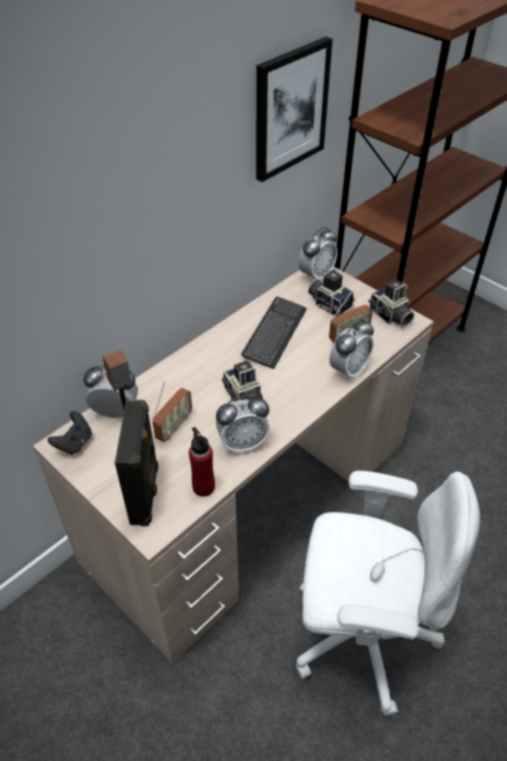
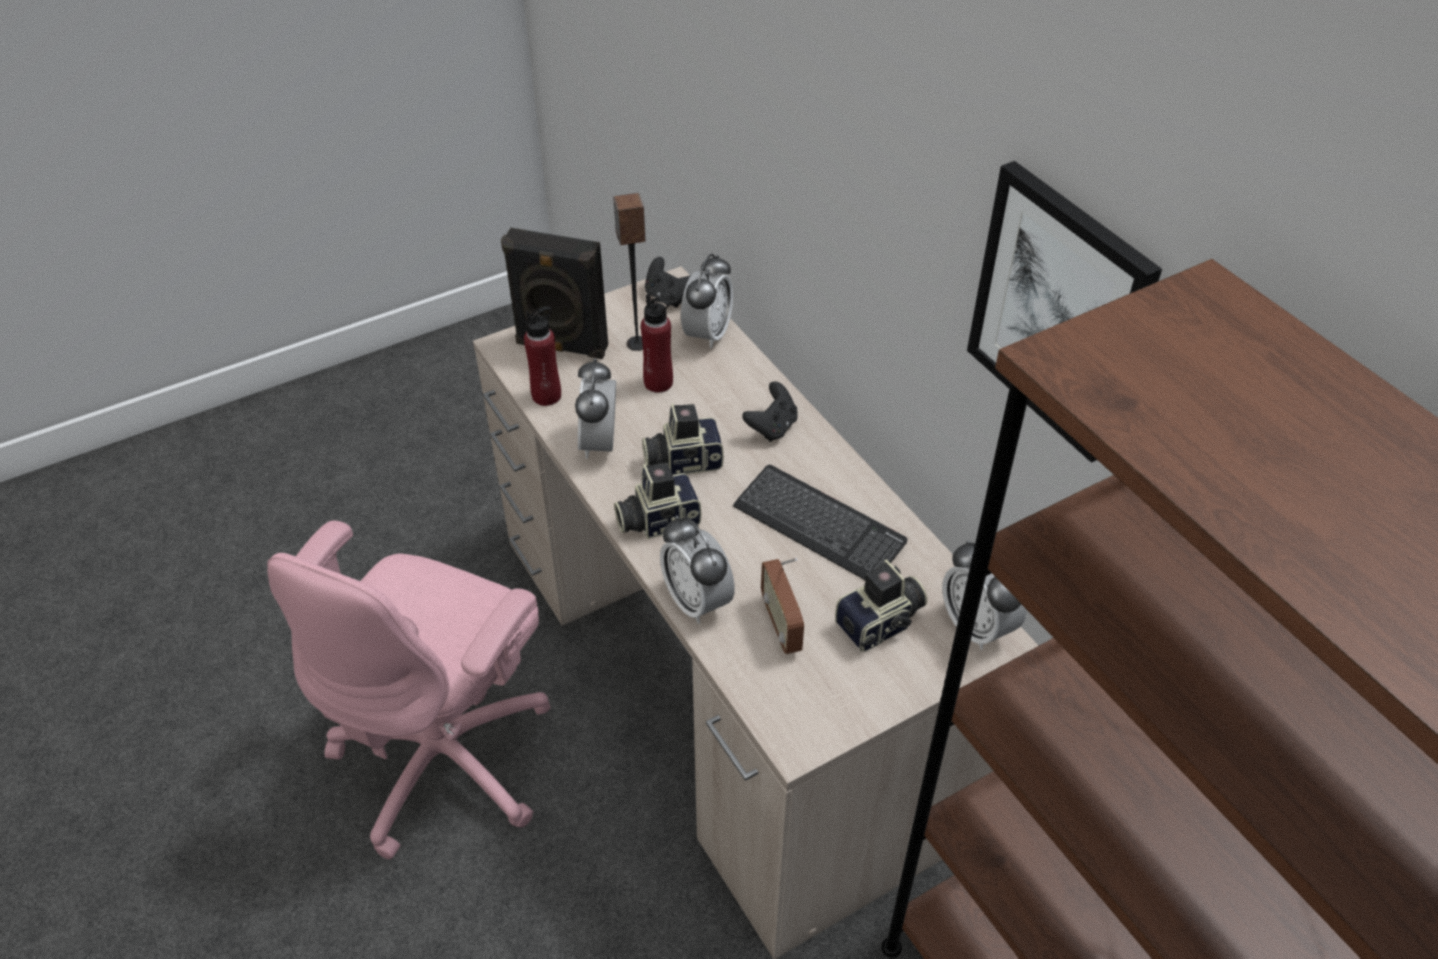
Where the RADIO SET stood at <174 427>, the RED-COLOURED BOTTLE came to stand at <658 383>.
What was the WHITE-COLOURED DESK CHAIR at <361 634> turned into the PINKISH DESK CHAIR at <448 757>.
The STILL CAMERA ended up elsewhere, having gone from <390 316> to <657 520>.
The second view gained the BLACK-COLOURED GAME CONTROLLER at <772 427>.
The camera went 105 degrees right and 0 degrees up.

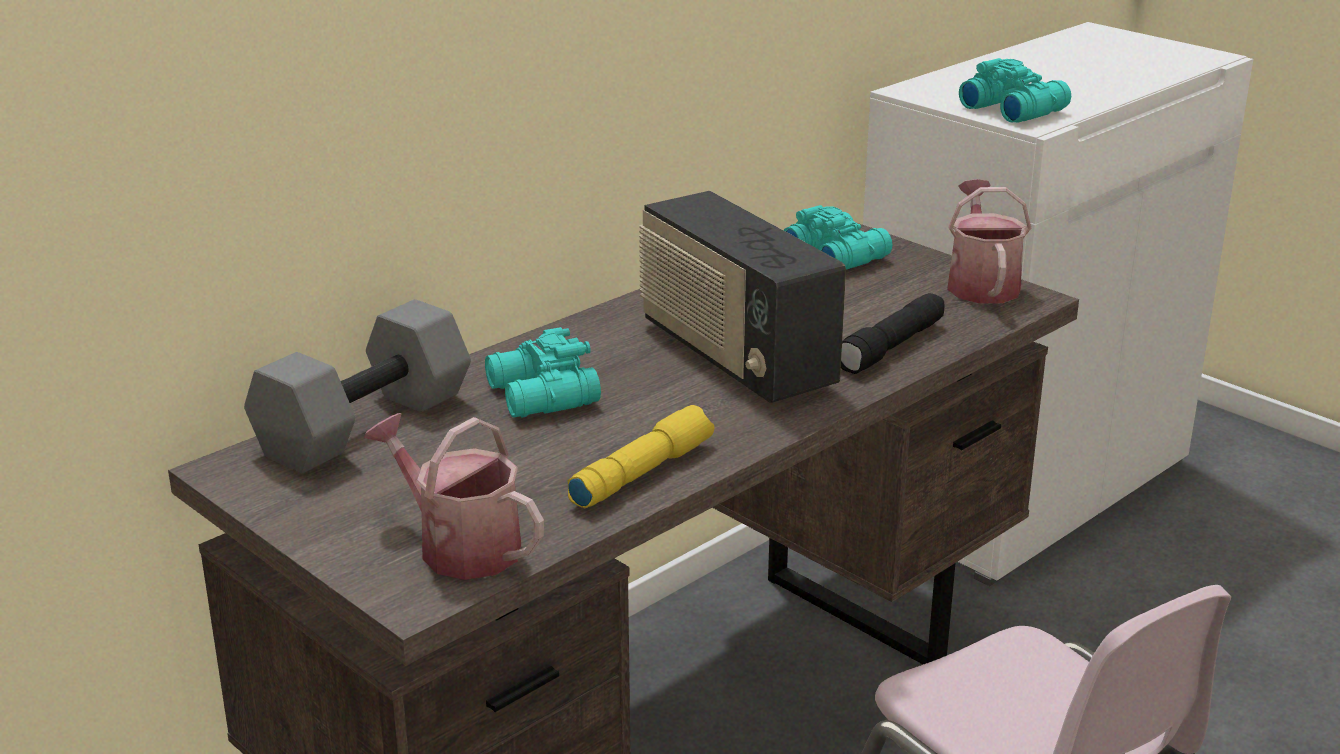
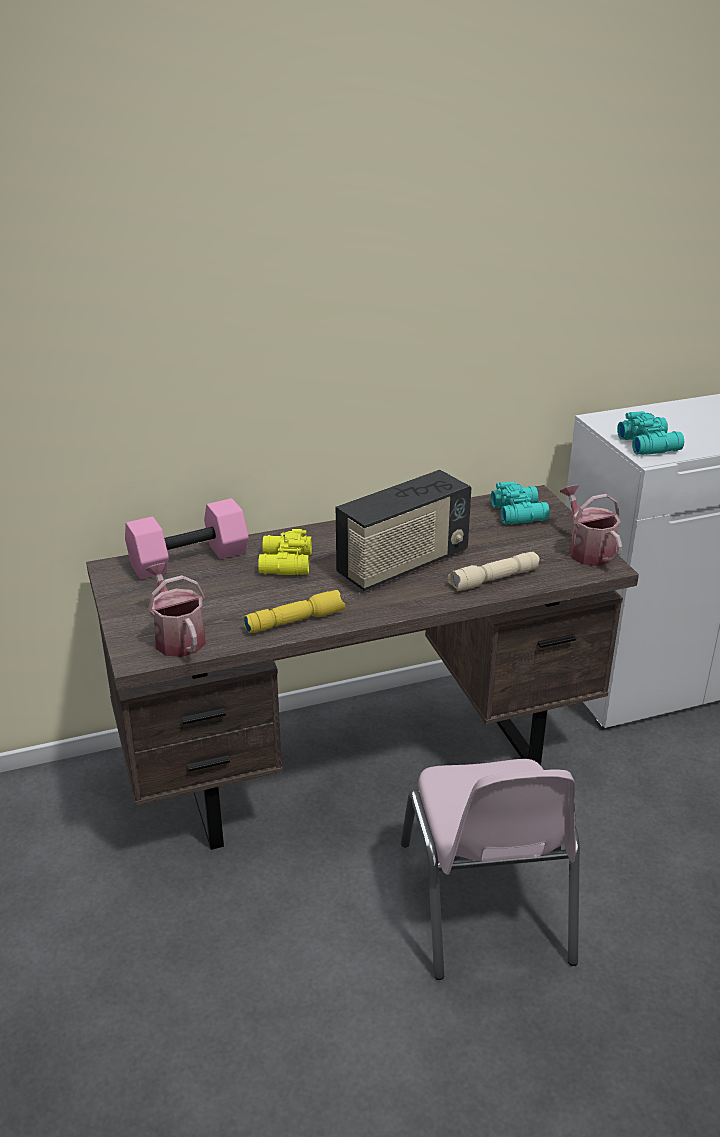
What was the GRAY FREE WEIGHT at <364 423> turned into the PINKISH FREE WEIGHT at <189 558>.
What was the TURQUOISE-COLOURED BINOCULARS at <540 396> turned into the YELLOW BINOCULARS at <284 564>.
The RADIO SET at <734 357> ended up facing another way, 120 degrees counterclockwise from before.
What was the BLACK-COLOURED FLASHLIGHT at <890 348> turned into the BEIGE-COLOURED FLASHLIGHT at <493 580>.
The SPRINKLING CAN at <981 283> ended up facing another way, 45 degrees counterclockwise from before.
The camera went 25 degrees right and 5 degrees up.

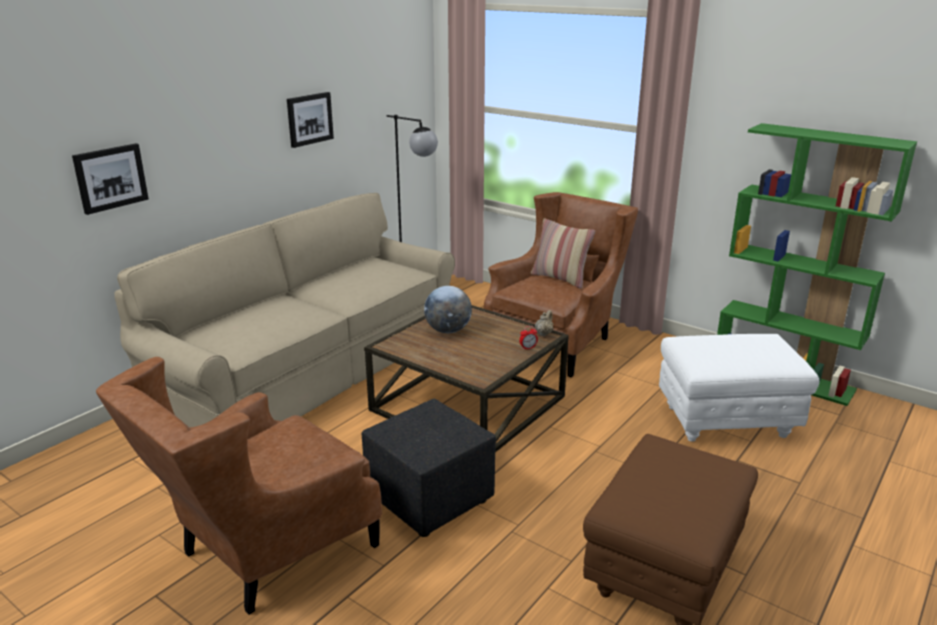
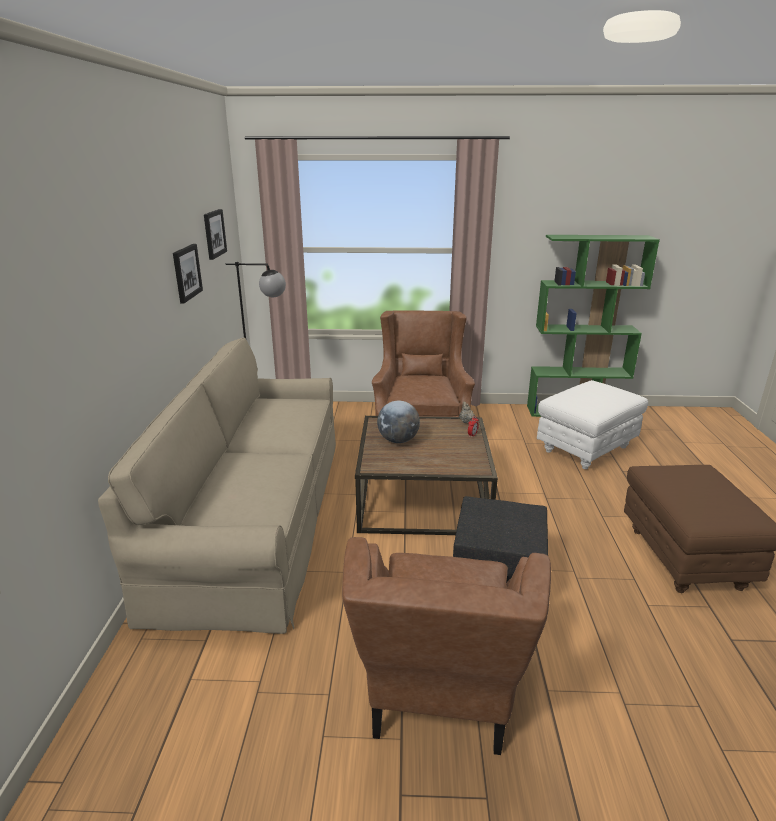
The WALL PICTURE ended up elsewhere, having gone from <110 178> to <214 233>.
The second view lost the CUSHION at <560 278>.
The camera went 35 degrees left and 0 degrees up.

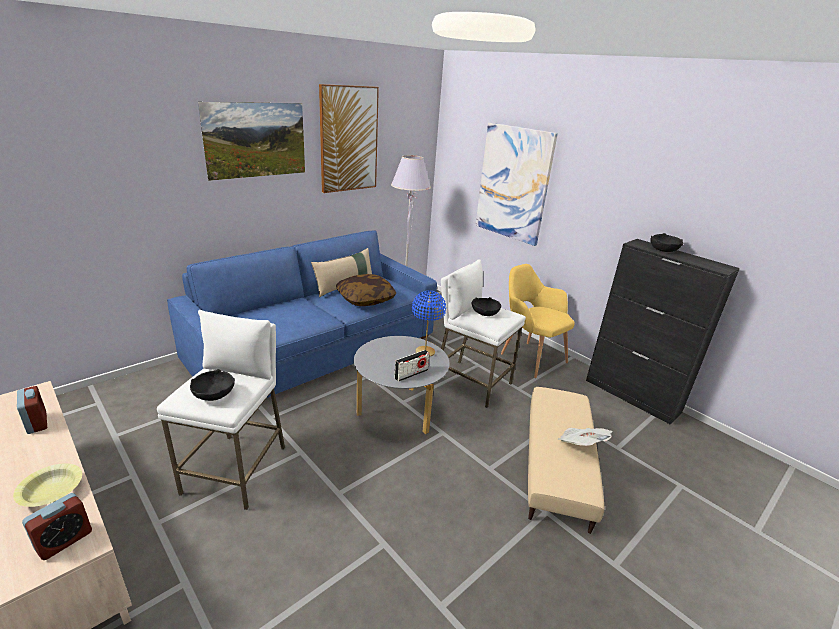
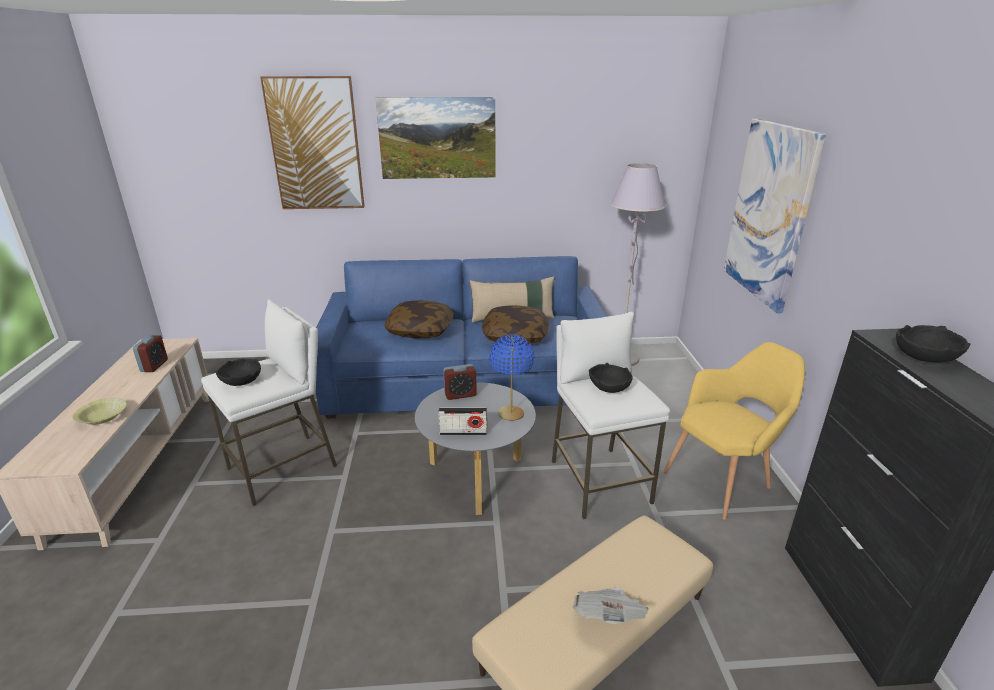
The ALARM CLOCK ended up elsewhere, having gone from <64 541> to <460 394>.
The WALL PICTURE ended up elsewhere, having gone from <348 139> to <315 145>.
The YELLOW LOUNGE CHAIR at <529 357> ended up facing another way, 60 degrees clockwise from before.
The second view gained the CUSHION at <420 330>.
The camera went 40 degrees right and 0 degrees up.

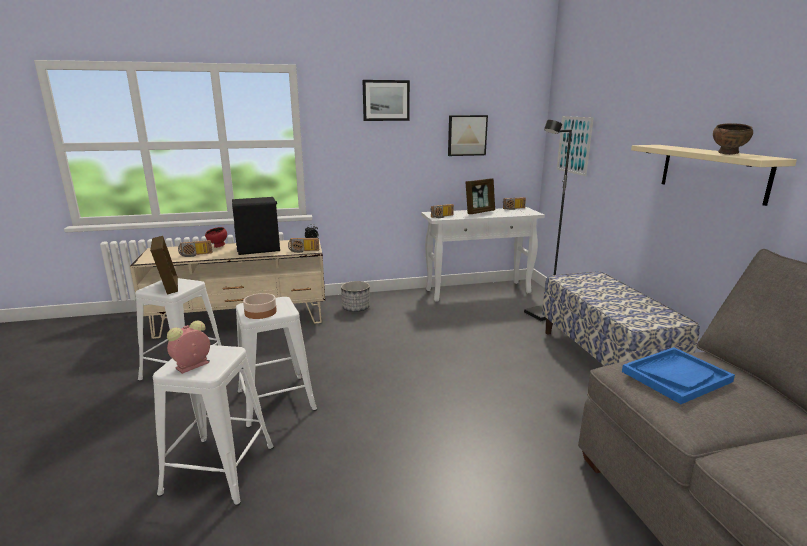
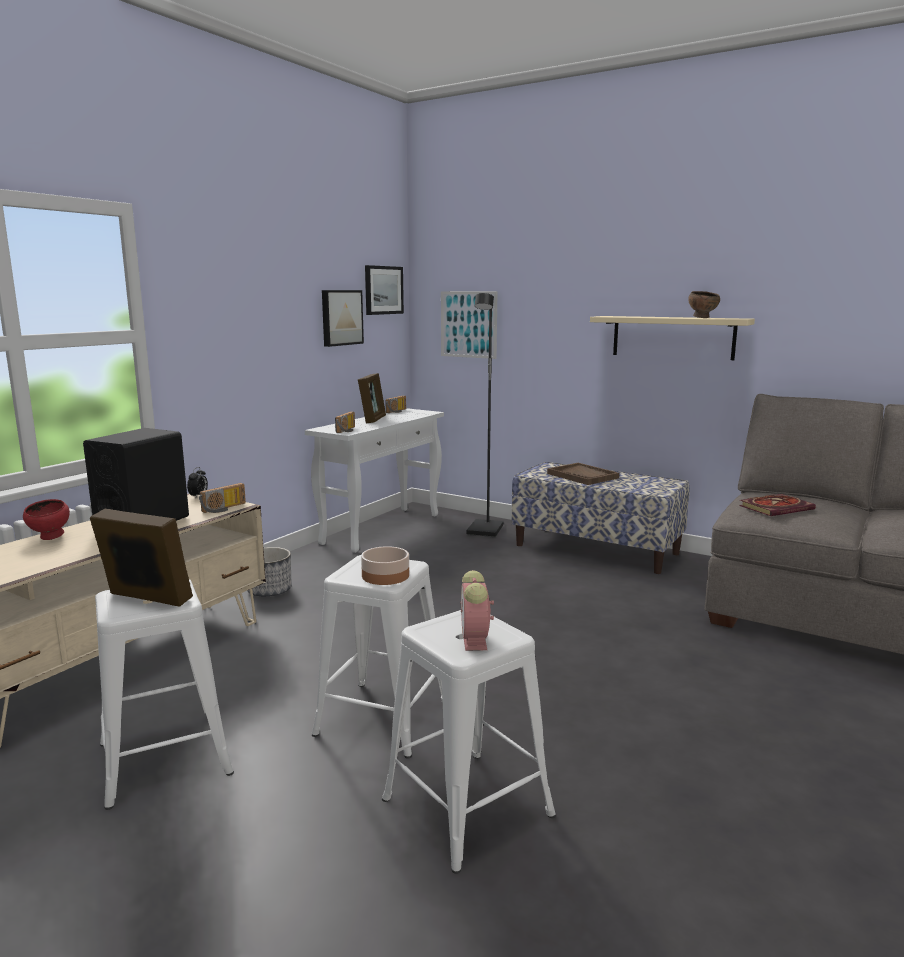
The second view lost the RADIO SET at <196 255>.
The WALL PICTURE ended up elsewhere, having gone from <386 100> to <383 290>.
Where the BLUE-COLOURED SERVING TRAY stood at <676 376>, the BOUND BOOK came to stand at <776 507>.
The second view gained the BROWN SERVING TRAY at <582 476>.
The camera went 45 degrees left and 5 degrees down.

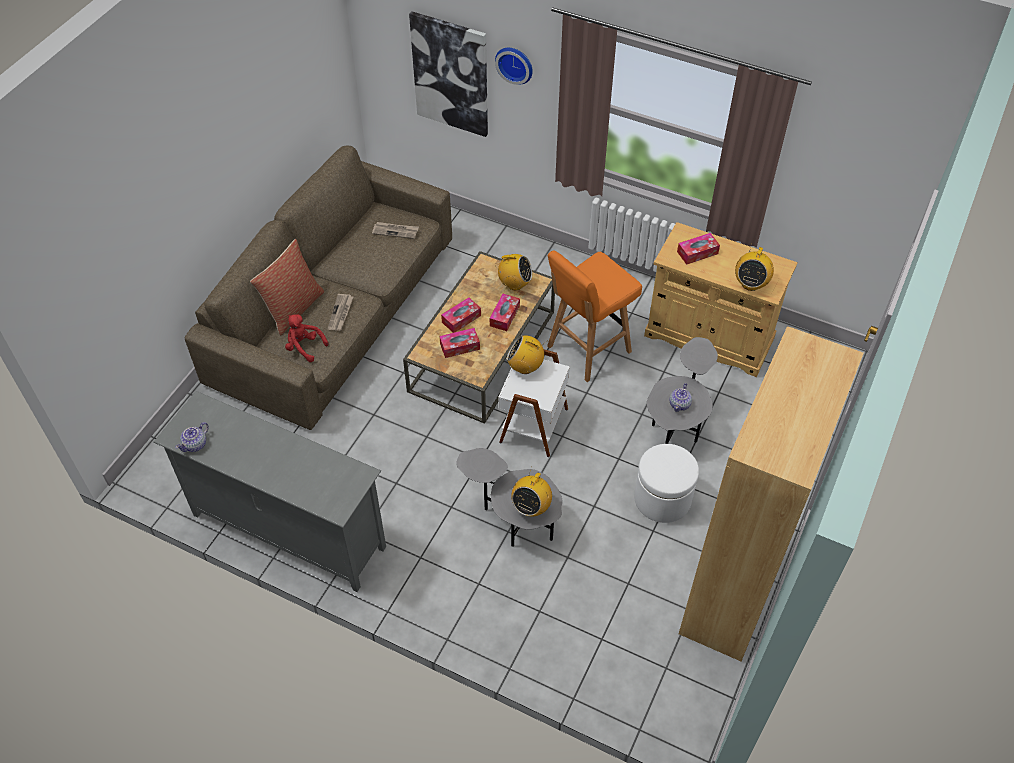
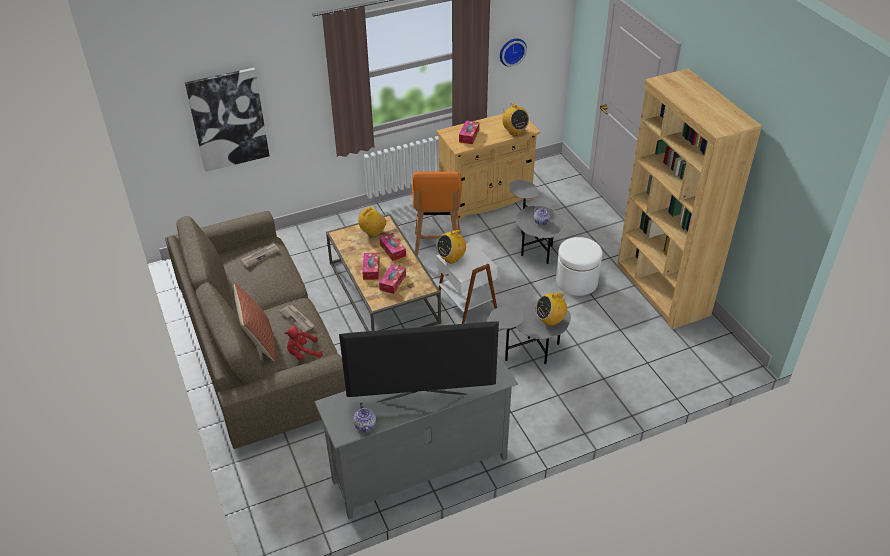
The HANGING CLOCK ended up elsewhere, having gone from <515 64> to <511 51>.
The RADIO SET at <531 507> ended up facing another way, 90 degrees clockwise from before.
The second view gained the TELEVISION at <421 397>.
The camera went 50 degrees left and 10 degrees down.

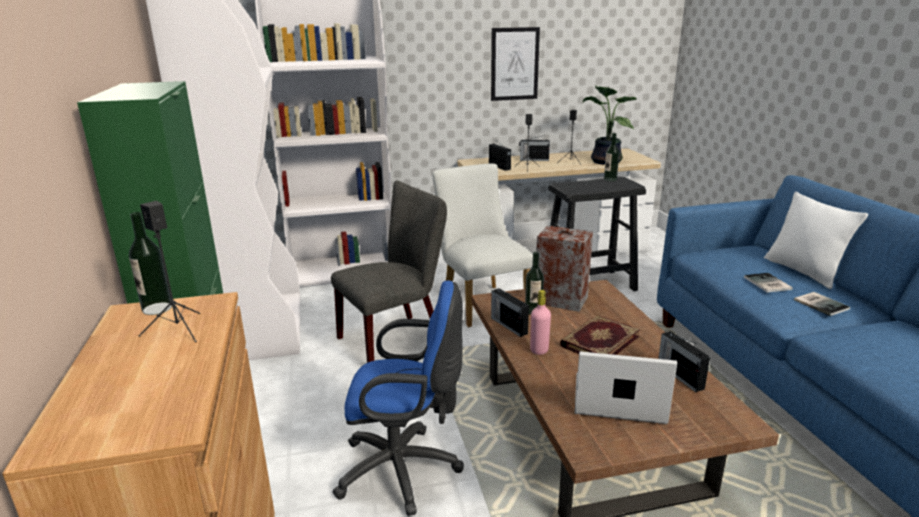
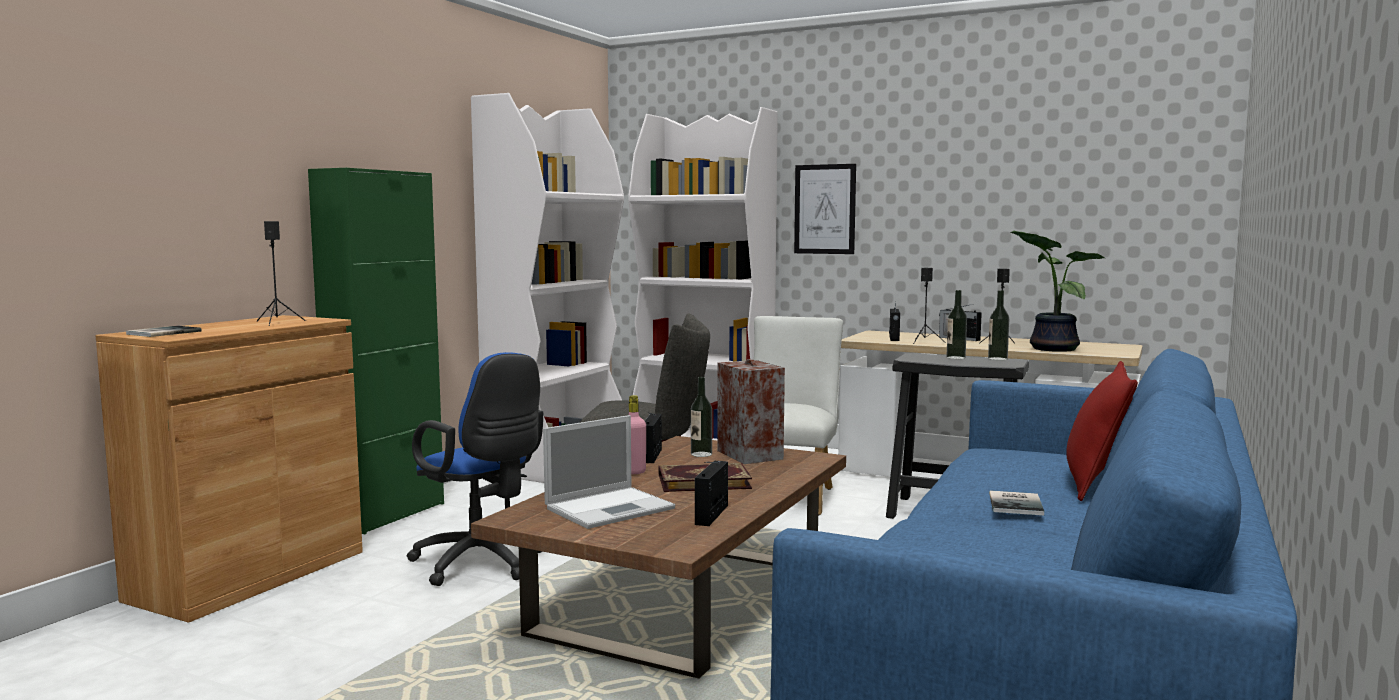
The BOTTLE ended up elsewhere, having gone from <157 308> to <955 357>.
The WALL PICTURE ended up elsewhere, having gone from <514 64> to <824 209>.
The PORTABLE COMPUTER at <616 400> ended up facing another way, 90 degrees clockwise from before.
The BOUND BOOK ended up elsewhere, having gone from <767 284> to <161 333>.
What was the WHITE-COLOURED CUSHION at <803 272> turned into the RED-COLOURED CUSHION at <1095 485>.
The camera went 40 degrees right and 15 degrees down.

